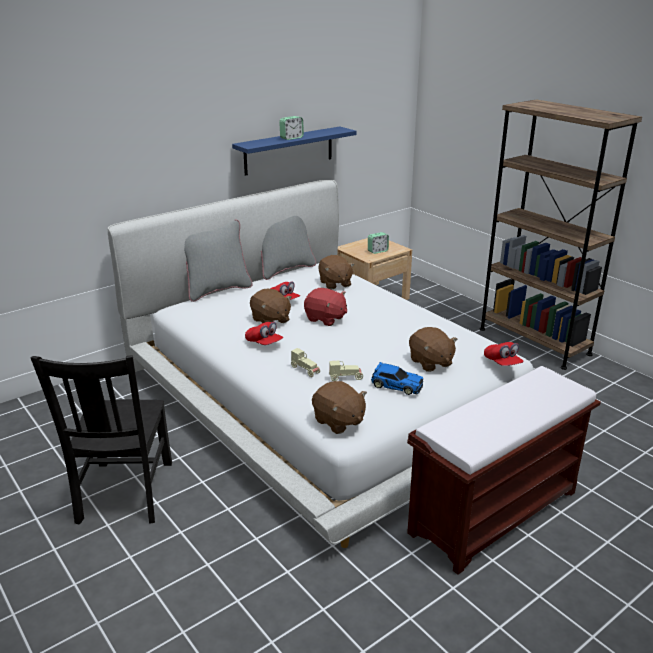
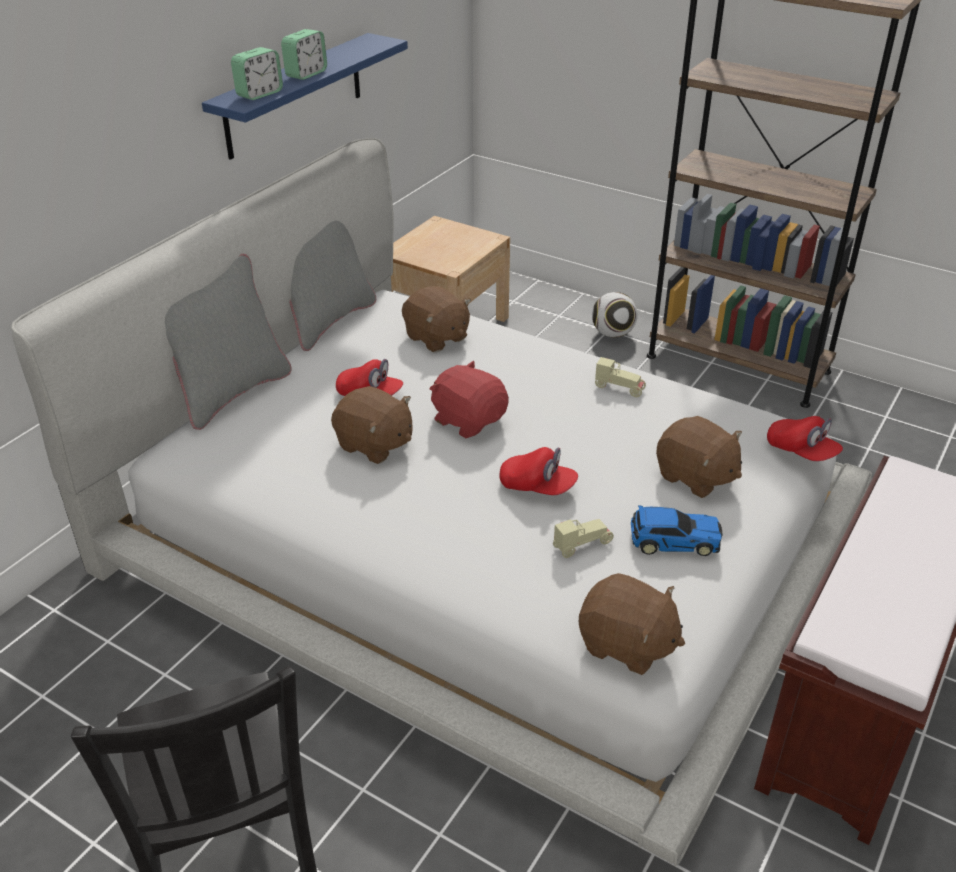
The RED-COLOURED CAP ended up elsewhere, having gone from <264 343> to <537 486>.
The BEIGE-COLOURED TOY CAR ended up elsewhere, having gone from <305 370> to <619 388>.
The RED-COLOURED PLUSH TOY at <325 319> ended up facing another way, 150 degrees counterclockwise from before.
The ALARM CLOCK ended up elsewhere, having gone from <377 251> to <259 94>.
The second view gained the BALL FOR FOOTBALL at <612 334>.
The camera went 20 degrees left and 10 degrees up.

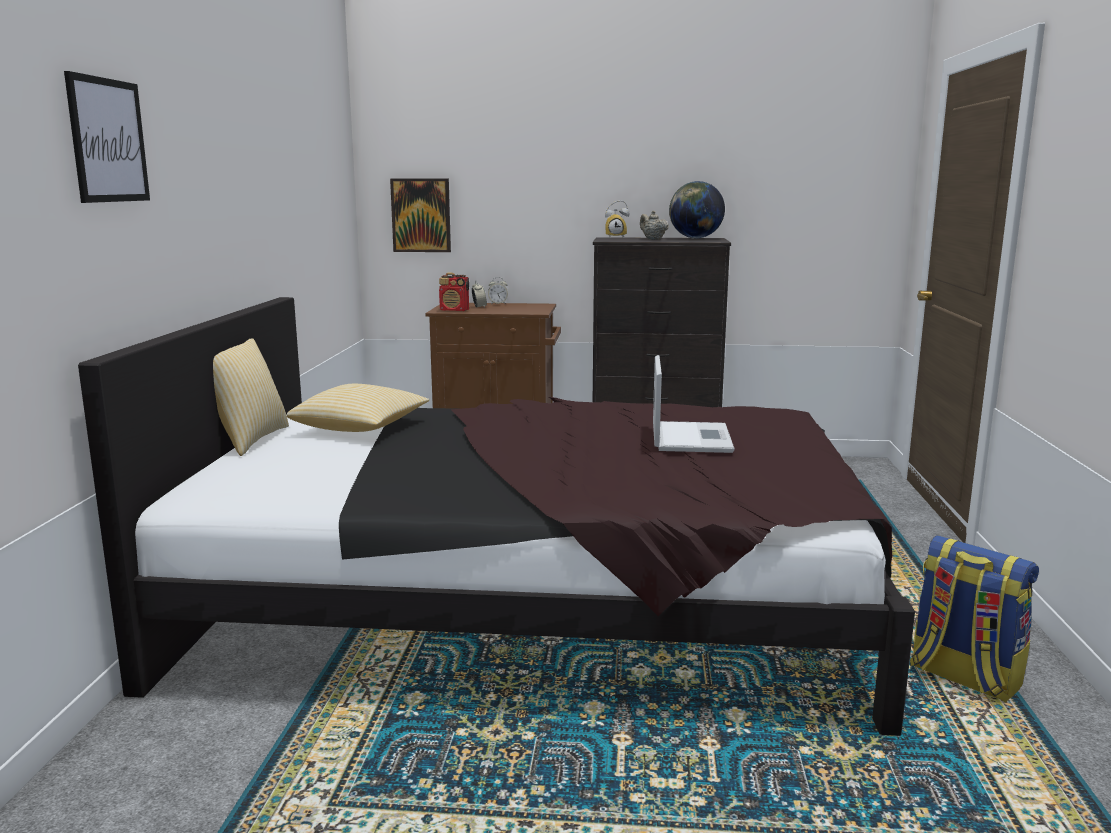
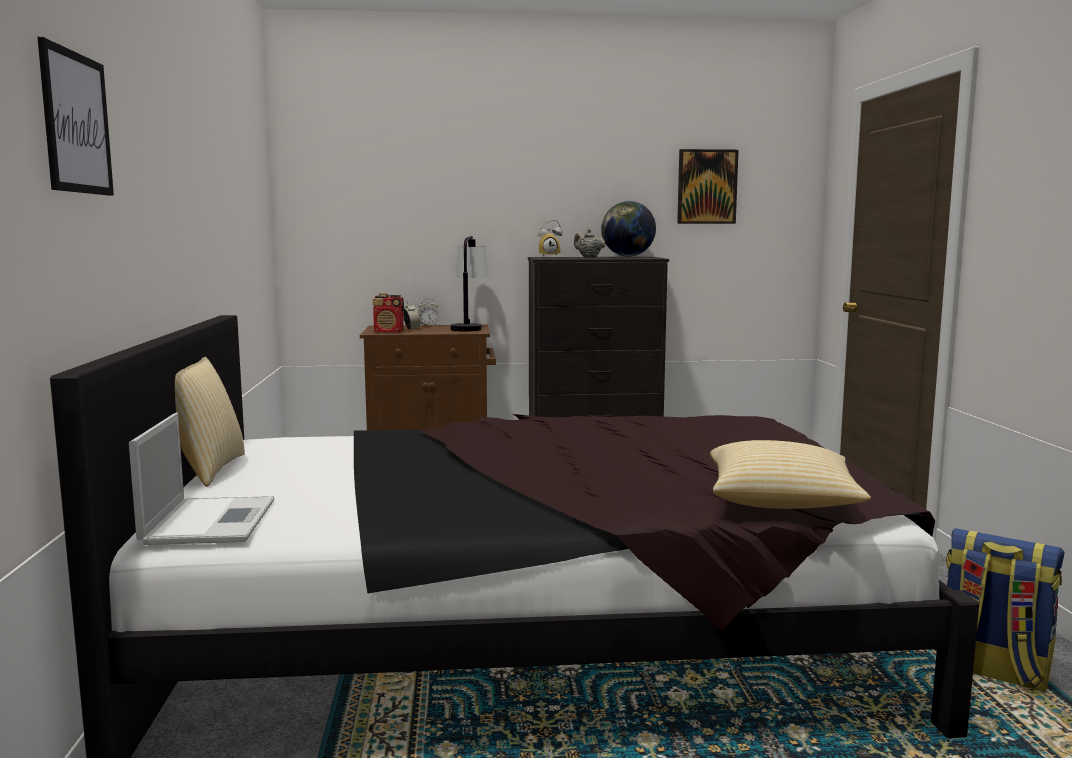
The CUSHION ended up elsewhere, having gone from <360 428> to <781 502>.
The WALL PICTURE ended up elsewhere, having gone from <421 215> to <707 187>.
The PORTABLE COMPUTER ended up elsewhere, having gone from <690 437> to <210 521>.
The second view gained the LAMP FOR A TABLE at <469 328>.
The camera went 10 degrees left and 5 degrees down.

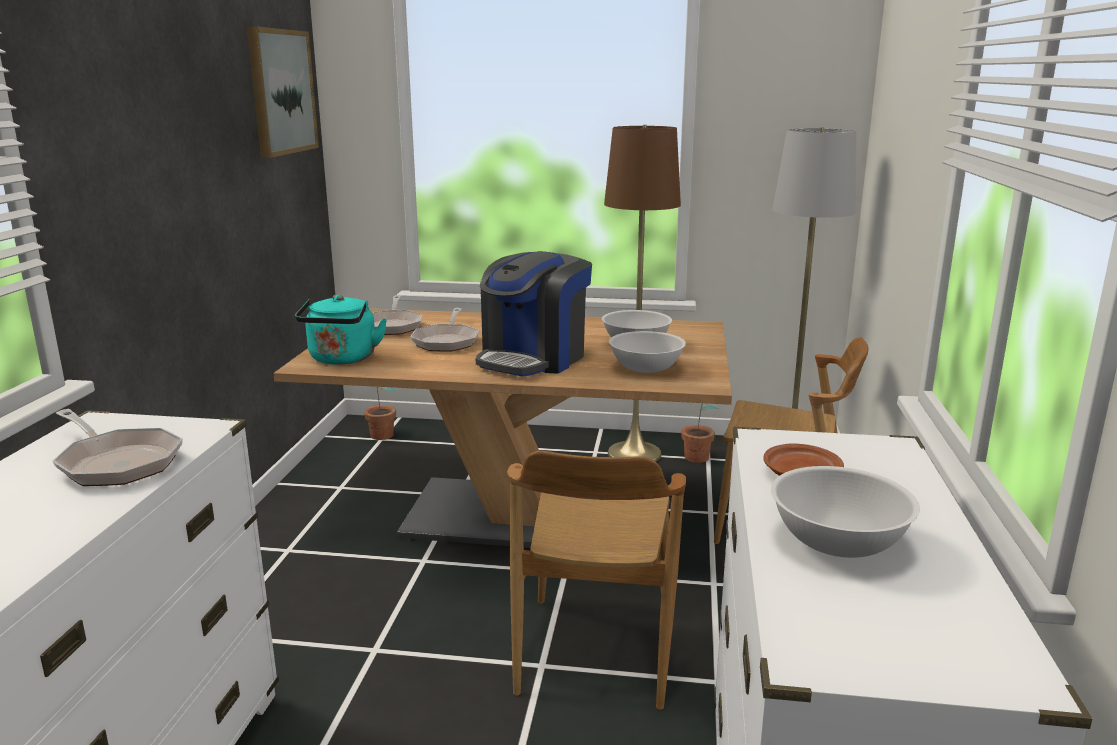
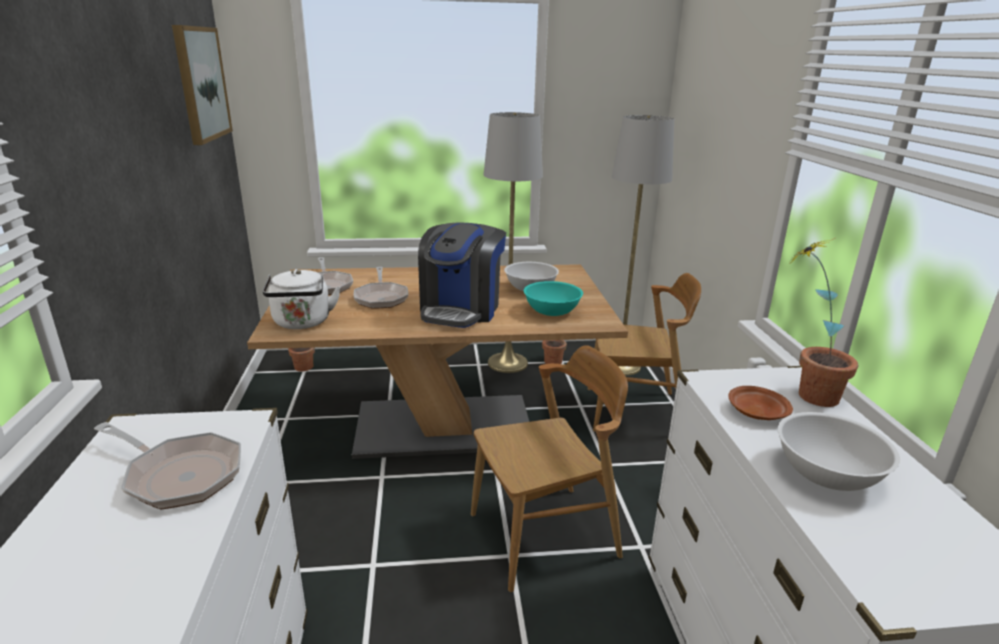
What was the TURQUOISE-COLOURED KETTLE at <342 359> turned into the WHITE-COLOURED KETTLE at <302 323>.
The BROWN CHAIR at <594 650> ended up facing another way, 105 degrees counterclockwise from before.
What was the BROWN FLOOR LAMP at <634 453> turned into the GRAY FLOOR LAMP at <507 363>.
What was the WHITE-COLOURED BOWL at <646 368> turned into the TURQUOISE-COLOURED BOWL at <552 311>.
The second view gained the POTTED PLANT at <805 393>.
The camera went 15 degrees left and 5 degrees up.

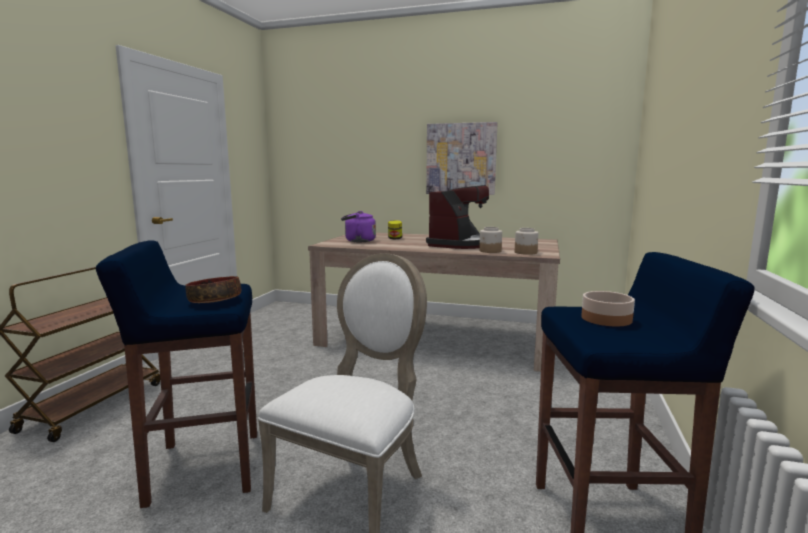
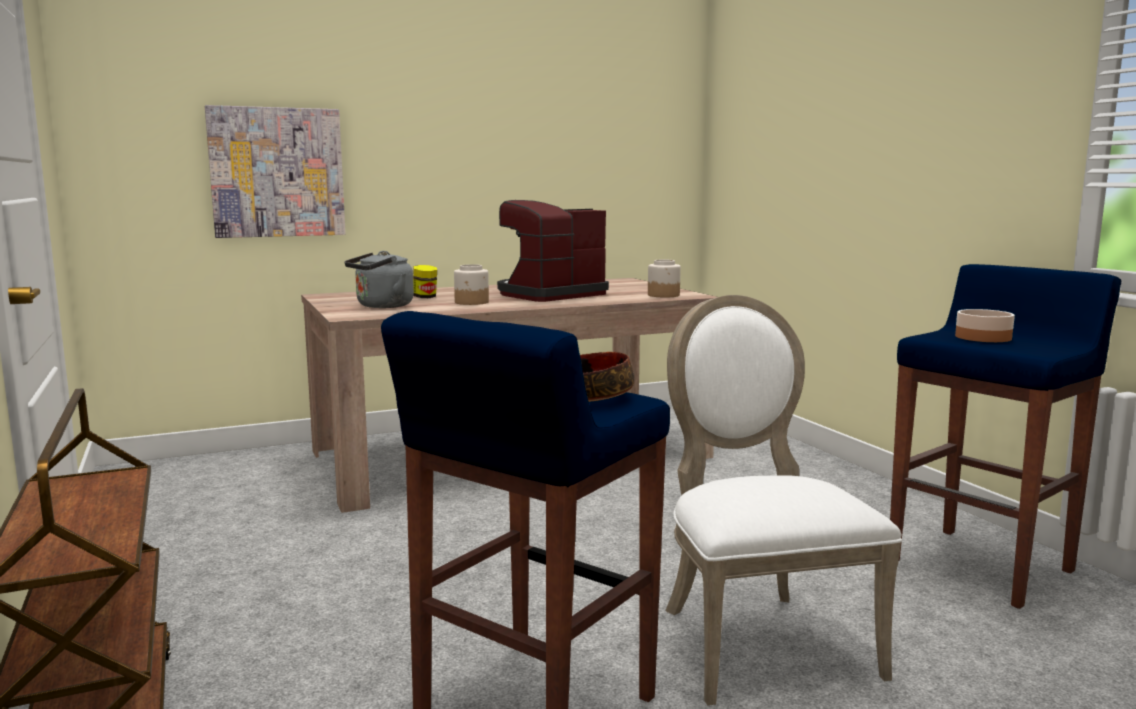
What was the PURPLE KETTLE at <358 241> turned into the GRAY KETTLE at <382 306>.
The WALL PICTURE ended up elsewhere, having gone from <461 159> to <277 172>.
The COFFEE MACHINE at <461 244> ended up facing another way, 120 degrees counterclockwise from before.
The STORAGE JAR ended up elsewhere, having gone from <490 251> to <472 302>.
The camera went 40 degrees left and 0 degrees up.

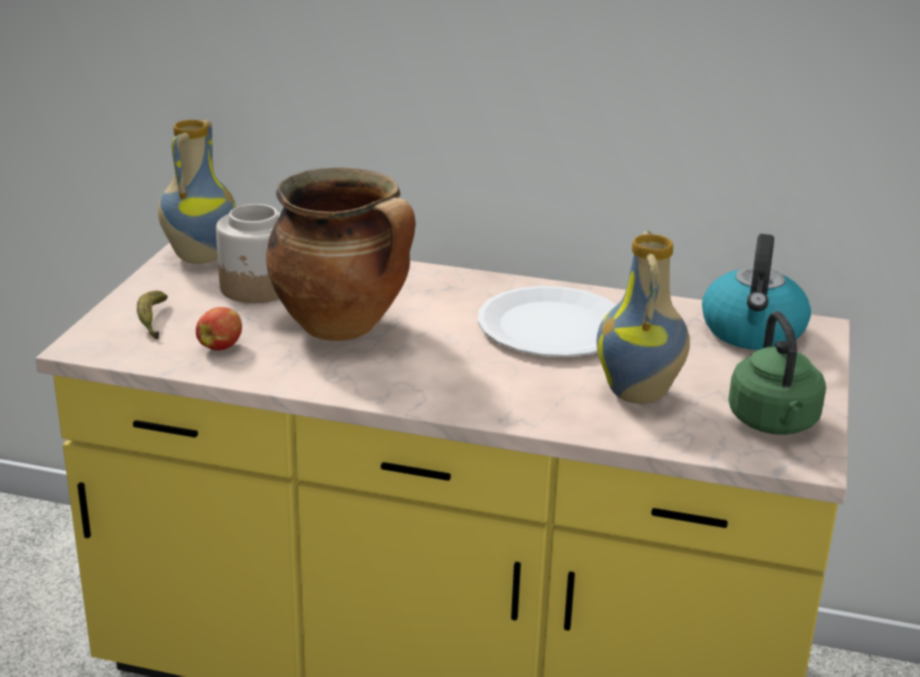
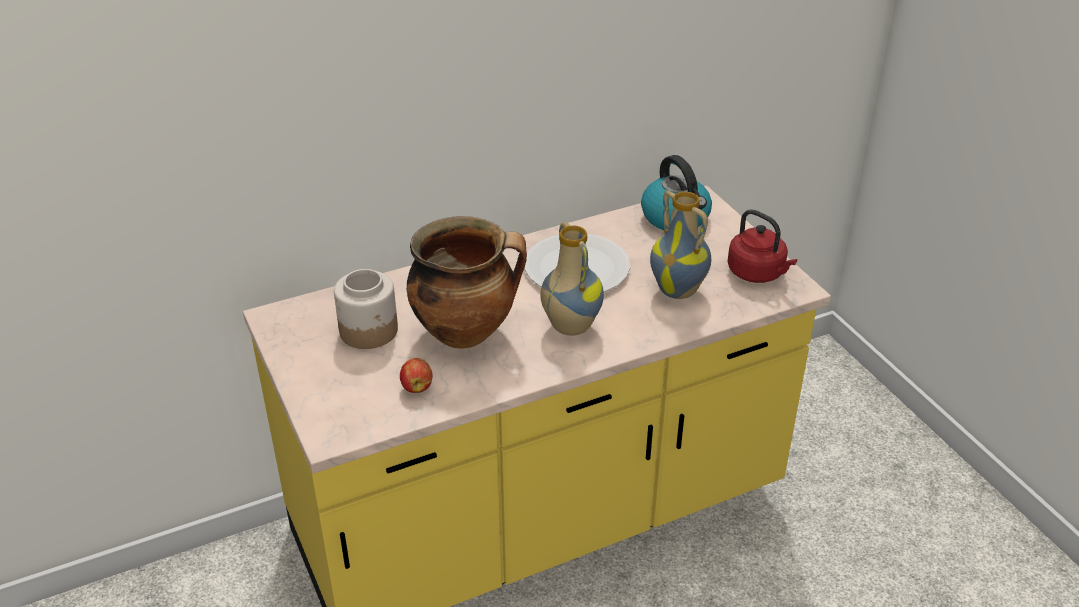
The second view lost the WHOLE BANANA at <152 321>.
The VASE ended up elsewhere, having gone from <198 257> to <569 327>.
What was the GREEN KETTLE at <774 423> turned into the RED-COLOURED KETTLE at <758 273>.
The camera went 40 degrees left and 10 degrees up.

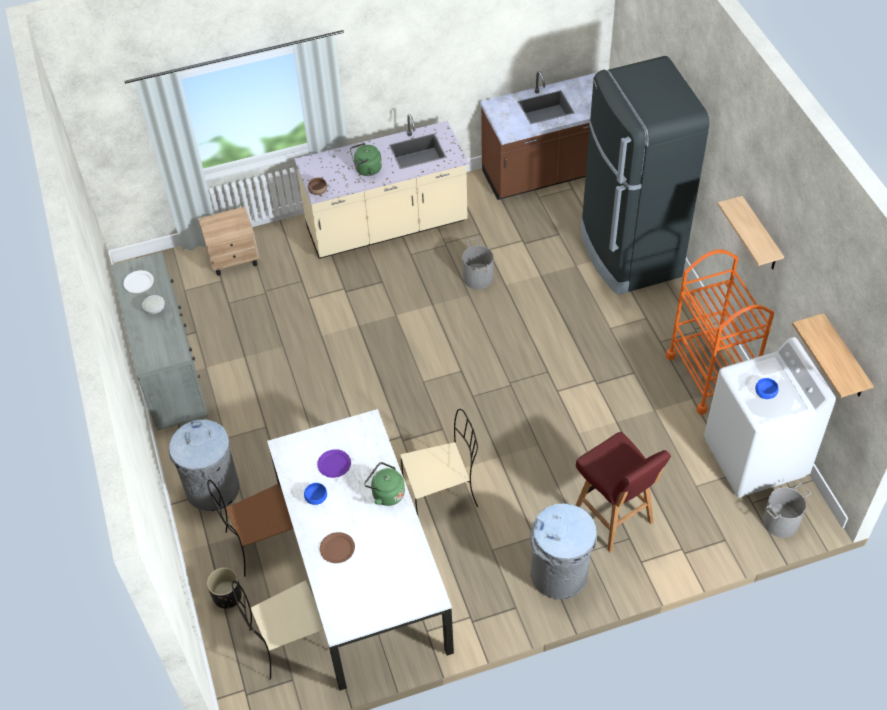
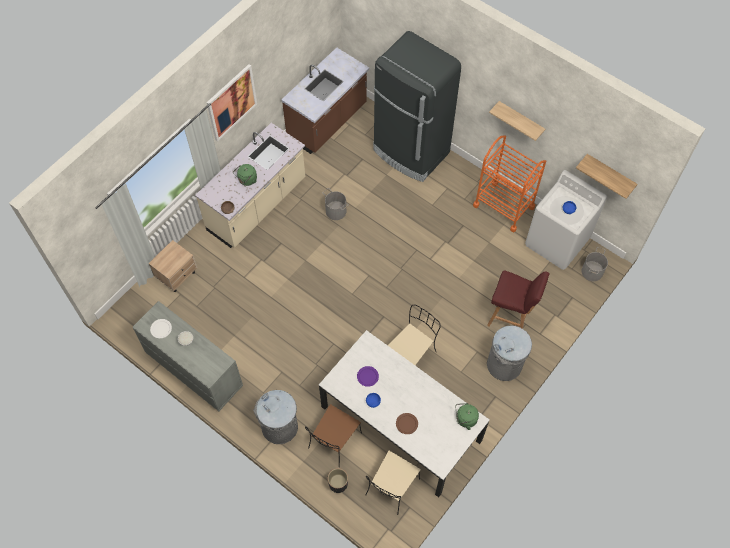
The GREEN KETTLE ended up elsewhere, having gone from <386 493> to <465 419>.
The second view gained the WALL PICTURE at <231 102>.
The camera went 35 degrees left and 10 degrees up.

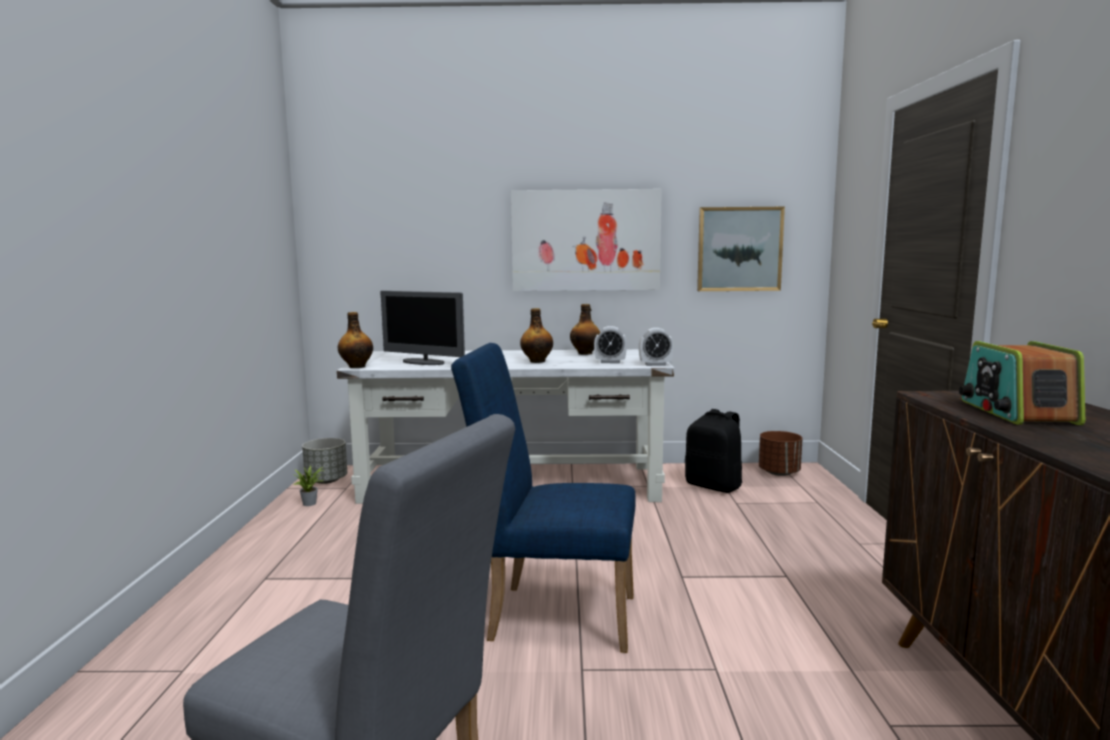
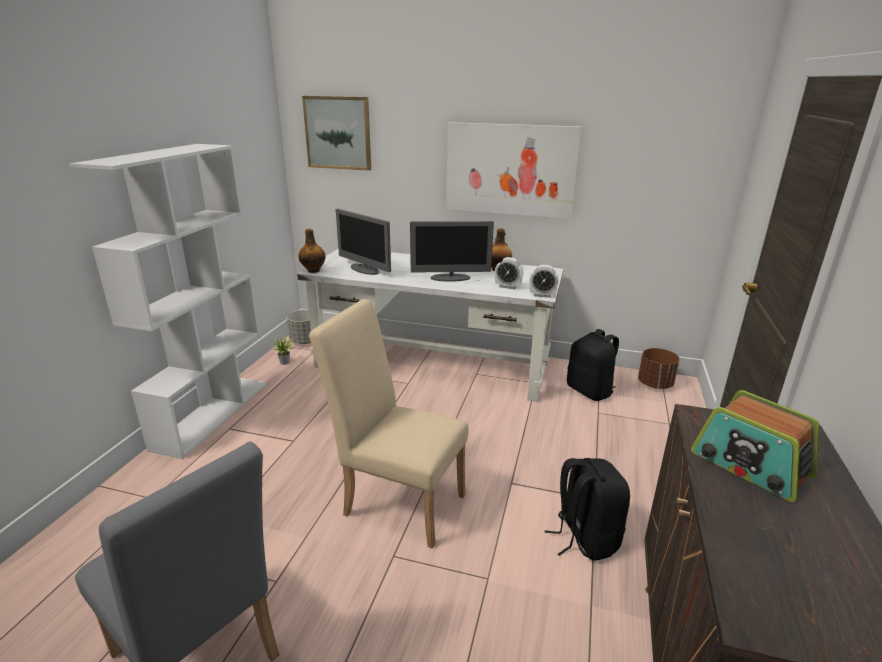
What was the BLUE-COLOURED CHAIR at <551 614> turned into the BEIGE-COLOURED CHAIR at <397 500>.
Where the BOTTLE stood at <537 361>, the COMPUTER SCREEN came to stand at <450 278>.
The WALL PICTURE ended up elsewhere, having gone from <739 249> to <338 133>.
The RADIO SET at <1016 412> ended up facing another way, 60 degrees counterclockwise from before.
The second view gained the WHITE-COLOURED SHELVING UNIT at <212 414>.
The second view gained the BLACK-COLOURED KNAPSACK at <584 537>.
The camera went 15 degrees right and 15 degrees up.

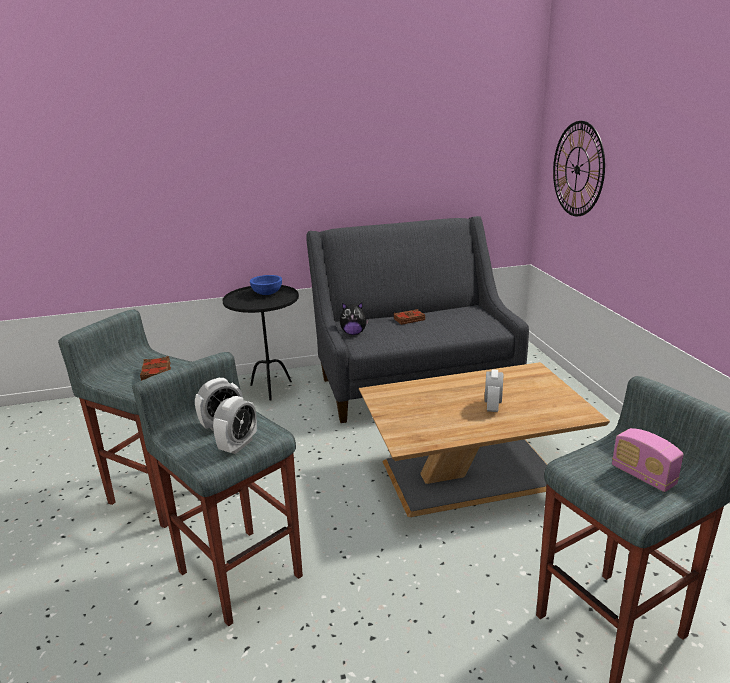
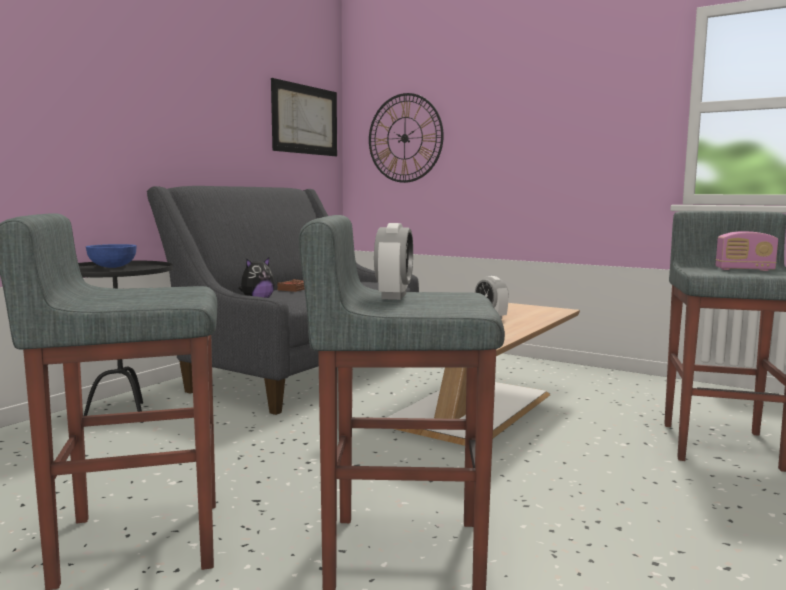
The second view lost the BROWN BOUND BOOK at <157 373>.
The second view lost the ALARM CLOCK at <238 445>.
The second view gained the WALL PICTURE at <305 119>.
The camera went 45 degrees left and 15 degrees down.

